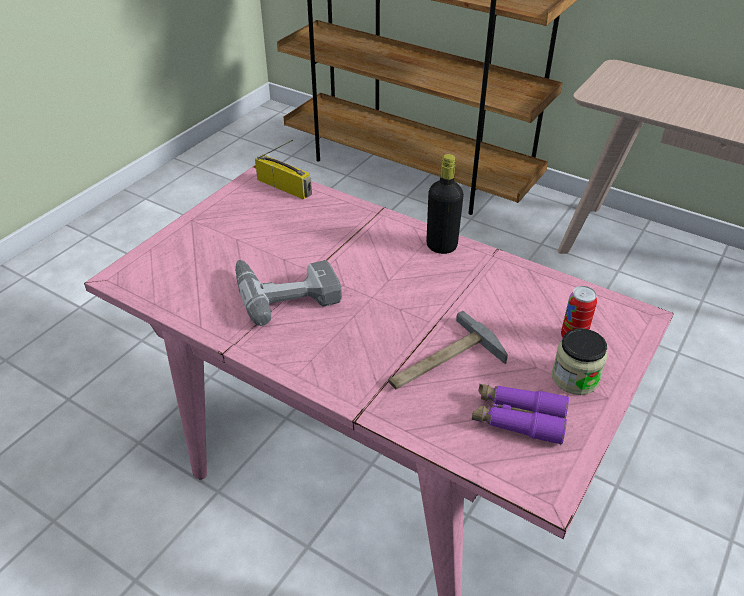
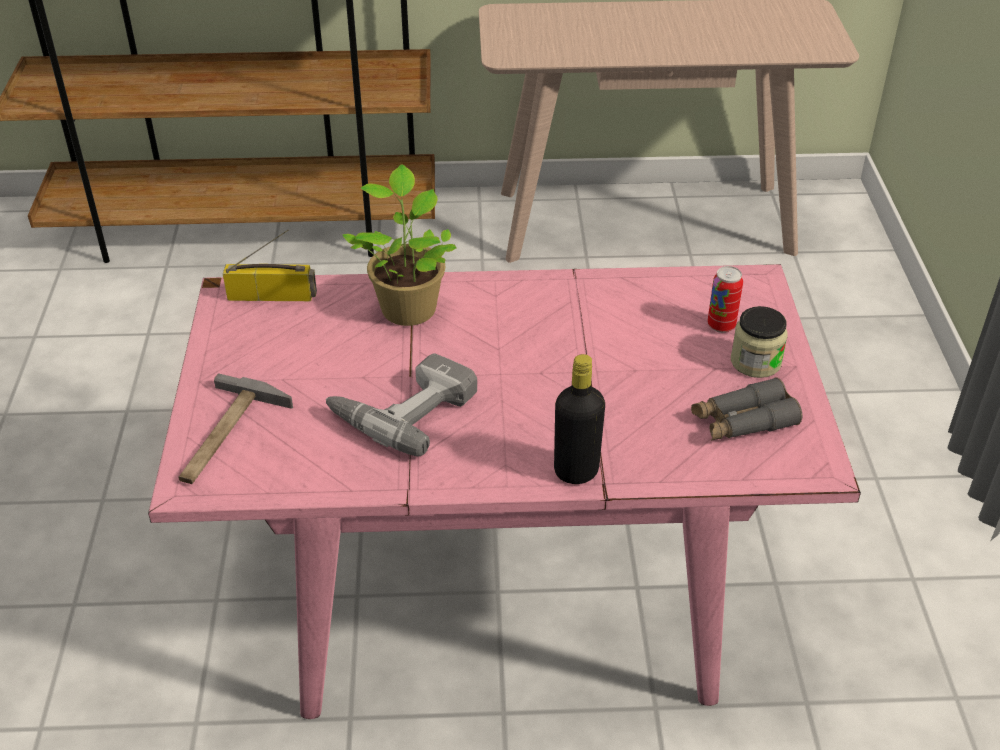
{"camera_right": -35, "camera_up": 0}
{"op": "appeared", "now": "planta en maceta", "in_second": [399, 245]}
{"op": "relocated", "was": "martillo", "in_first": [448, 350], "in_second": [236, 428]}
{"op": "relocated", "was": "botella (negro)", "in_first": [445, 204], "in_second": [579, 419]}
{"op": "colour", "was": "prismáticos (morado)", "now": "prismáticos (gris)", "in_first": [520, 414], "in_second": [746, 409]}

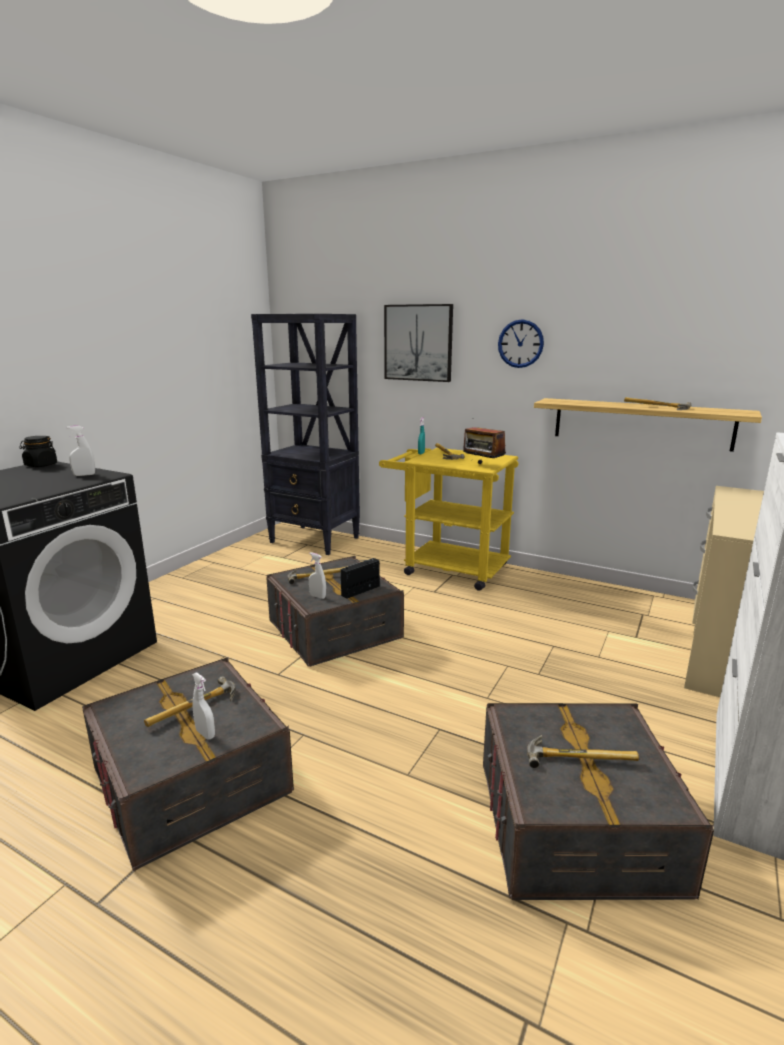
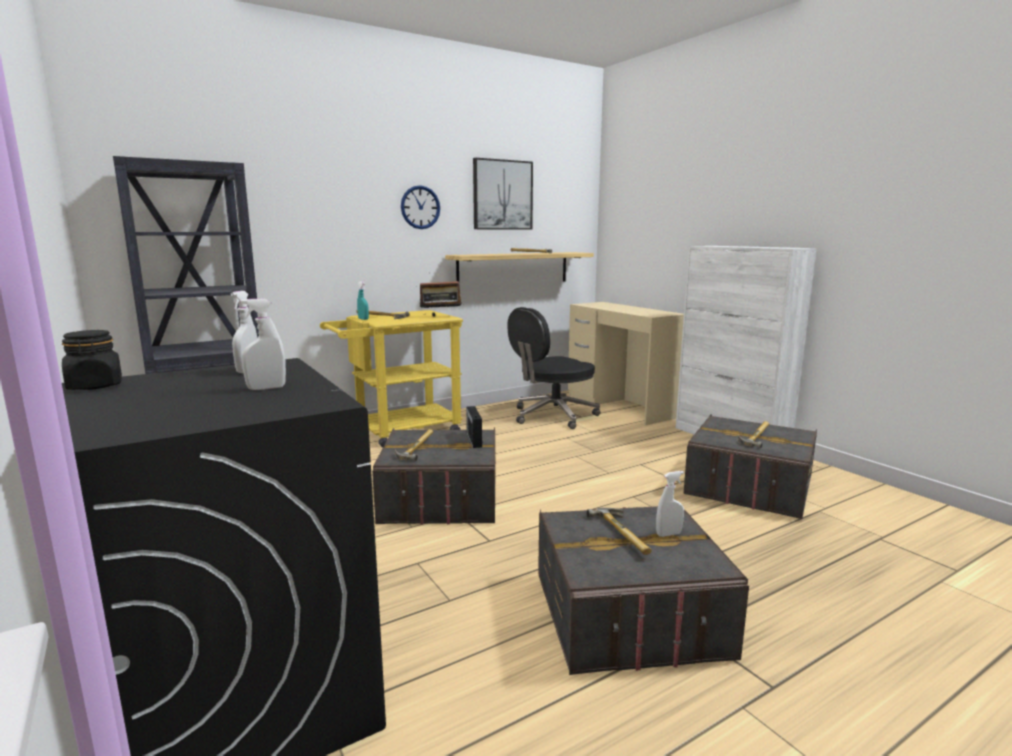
{"camera_right": -60, "camera_up": -5}
{"op": "appeared", "now": "silla de oficina (negro)", "in_second": [553, 368]}
{"op": "relocated", "was": "pulverizador (blanco)", "in_first": [317, 575], "in_second": [263, 344]}
{"op": "relocated", "was": "cuadro", "in_first": [418, 343], "in_second": [503, 193]}

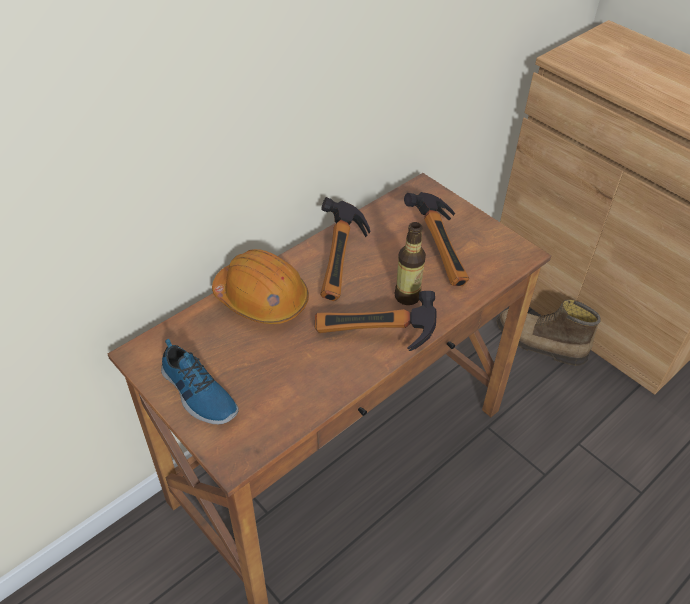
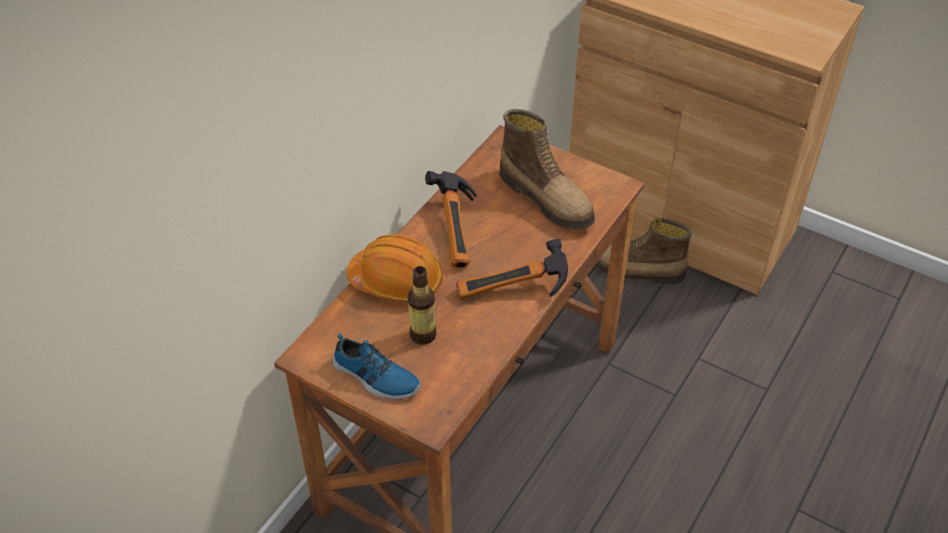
{"camera_right": -15, "camera_up": 0}
{"op": "relocated", "was": "botella", "in_first": [410, 263], "in_second": [422, 305]}
{"op": "exchanged", "was": "martillo", "now": "bota", "in_first": [437, 239], "in_second": [547, 169]}

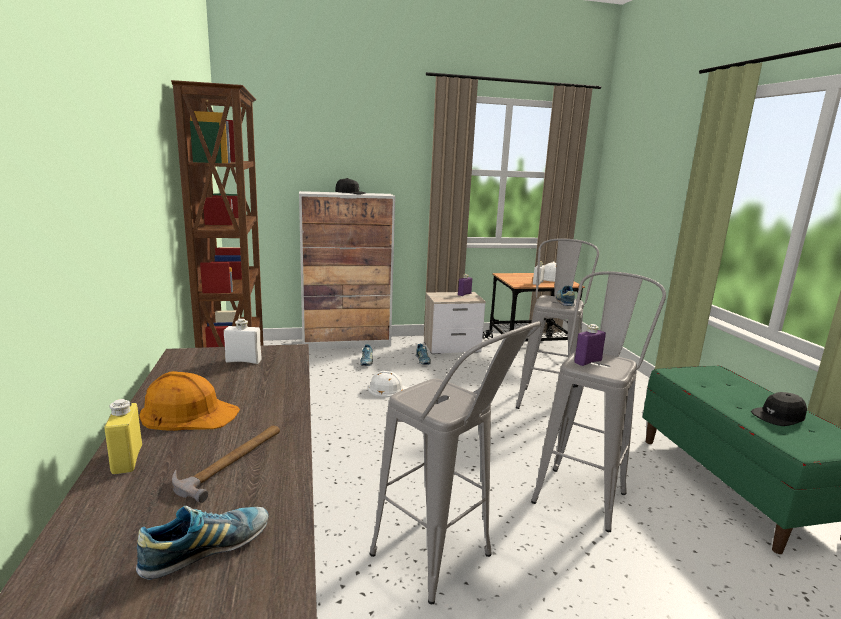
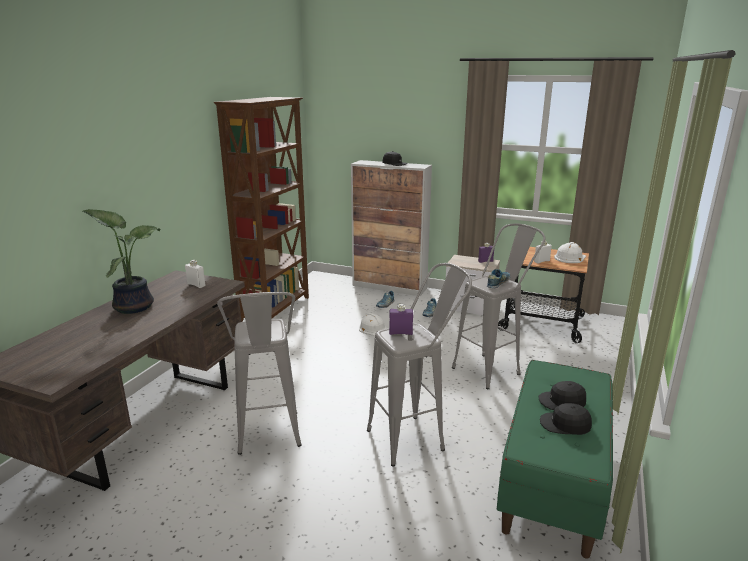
{"camera_right": 35, "camera_up": 5}
{"op": "missing", "was": "botella (amarillo)", "in_first": [123, 436]}
{"op": "missing", "was": "zapato", "in_first": [202, 543]}
{"op": "missing", "was": "martillo", "in_first": [226, 464]}
{"op": "appeared", "now": "gorra (negro)", "in_second": [562, 395]}
{"op": "exchanged", "was": "casco (naranja)", "now": "planta en maceta", "in_first": [189, 401], "in_second": [122, 261]}

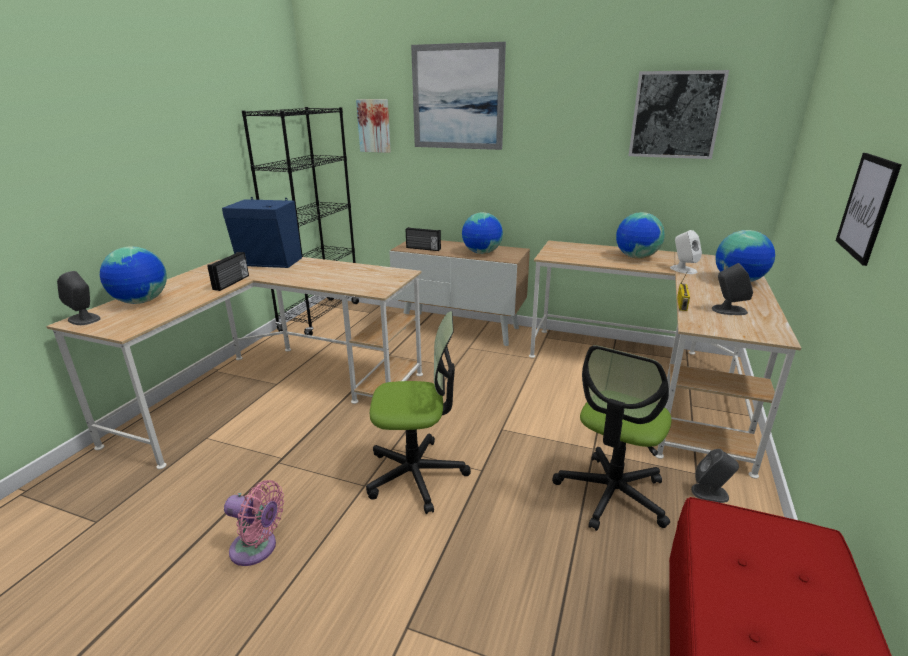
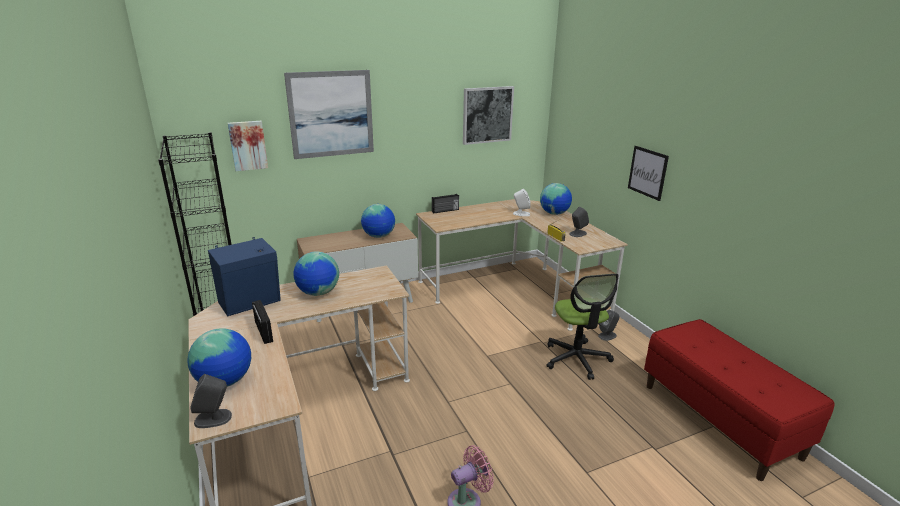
{"camera_right": -45, "camera_up": 0}
{"op": "missing", "was": "silla de oficina", "in_first": [418, 412]}
{"op": "relocated", "was": "radio", "in_first": [423, 239], "in_second": [445, 203]}
{"op": "relocated", "was": "globo terráqueo", "in_first": [640, 235], "in_second": [316, 273]}

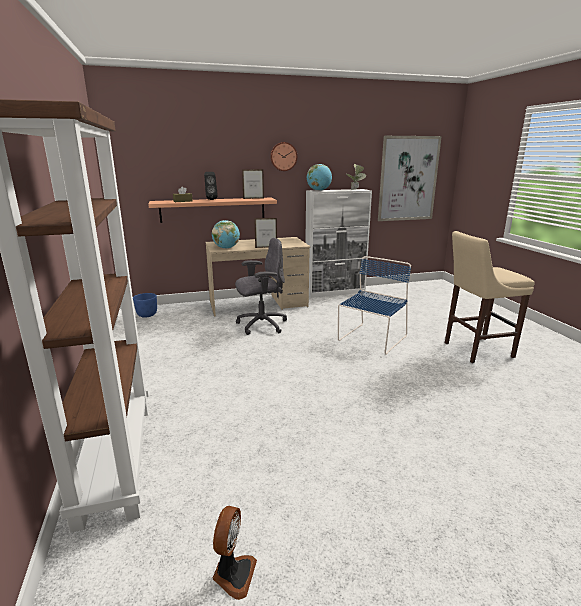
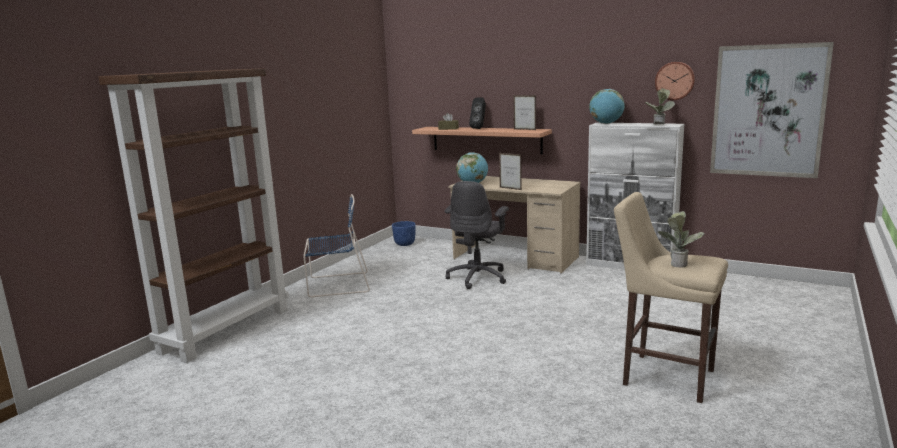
{"camera_right": 45, "camera_up": -5}
{"op": "missing", "was": "ventilador", "in_first": [235, 553]}
{"op": "appeared", "now": "planta en maceta", "in_second": [681, 239]}
{"op": "relocated", "was": "reloj de pared", "in_first": [283, 156], "in_second": [675, 81]}
{"op": "relocated", "was": "silla (azul)", "in_first": [374, 305], "in_second": [336, 246]}
{"op": "spun", "was": "silla de oficina (gris)", "in_first": [261, 286], "in_second": [477, 235], "clockwise": 90}

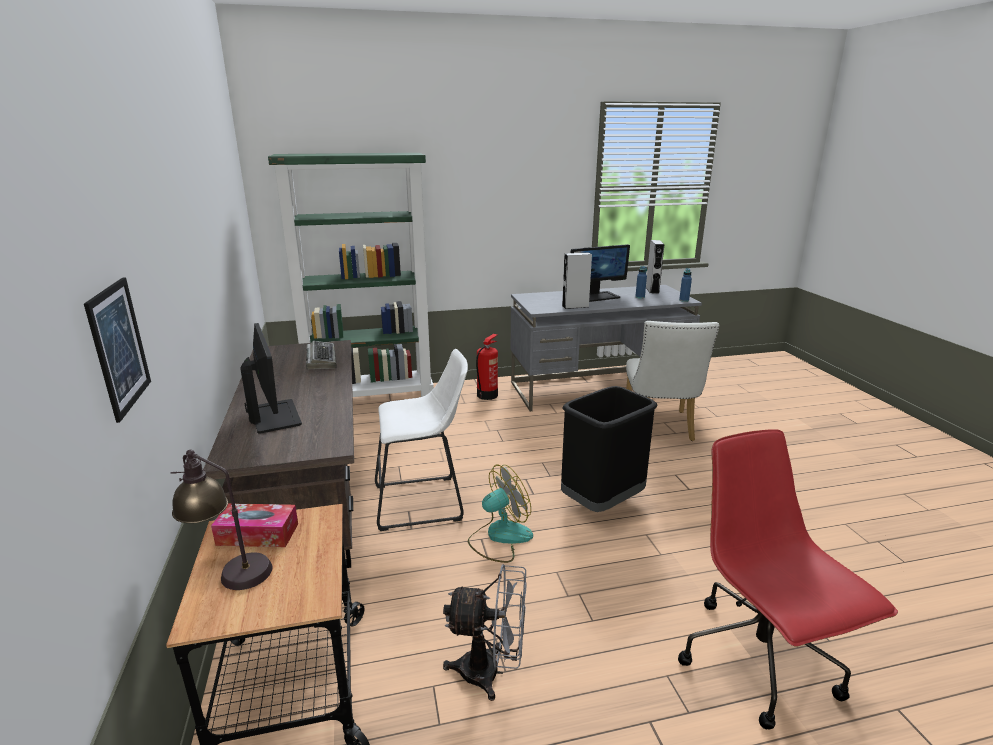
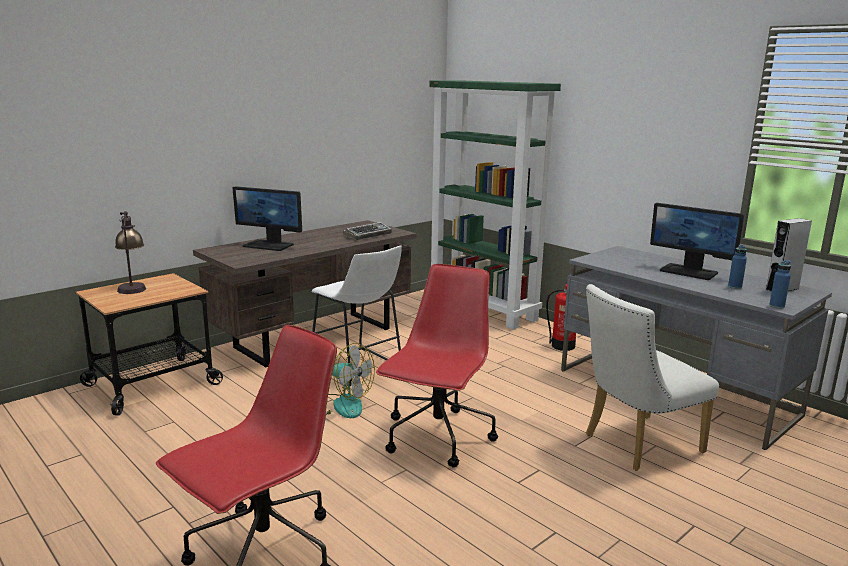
{"camera_right": 60, "camera_up": -5}
{"op": "missing", "was": "cuadro", "in_first": [117, 350]}
{"op": "missing", "was": "caja de pañuelos", "in_first": [254, 525]}
{"op": "missing", "was": "ventilador (gris)", "in_first": [485, 632]}
{"op": "missing", "was": "altavoz (gris)", "in_first": [577, 281]}
{"op": "exchanged", "was": "papelera (negro)", "now": "silla de oficina (rojo)", "in_first": [609, 449], "in_second": [437, 366]}
{"op": "spun", "was": "monitor", "in_first": [271, 378], "in_second": [267, 218], "clockwise": 75}

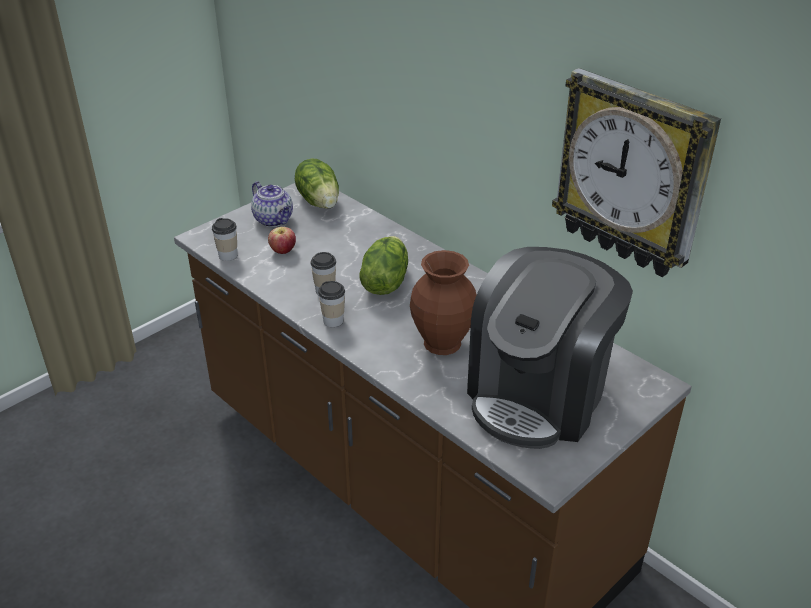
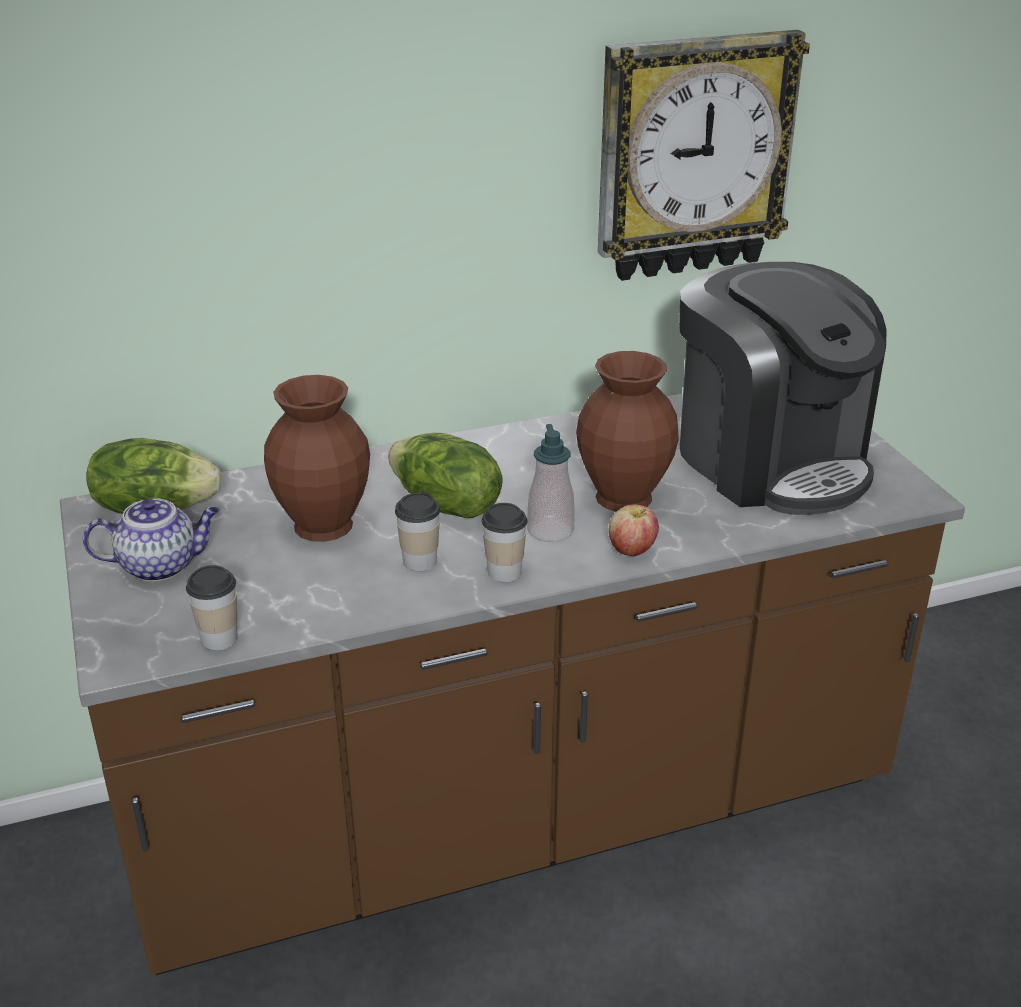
{"camera_right": -65, "camera_up": -5}
{"op": "appeared", "now": "florero (marrón)", "in_second": [317, 458]}
{"op": "appeared", "now": "dispensador de jabón", "in_second": [551, 483]}
{"op": "relocated", "was": "manzana", "in_first": [282, 240], "in_second": [634, 530]}

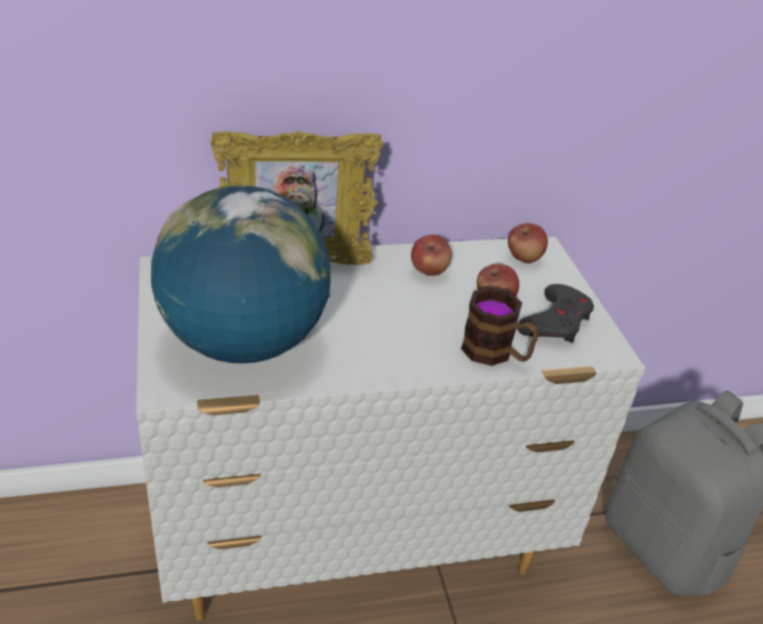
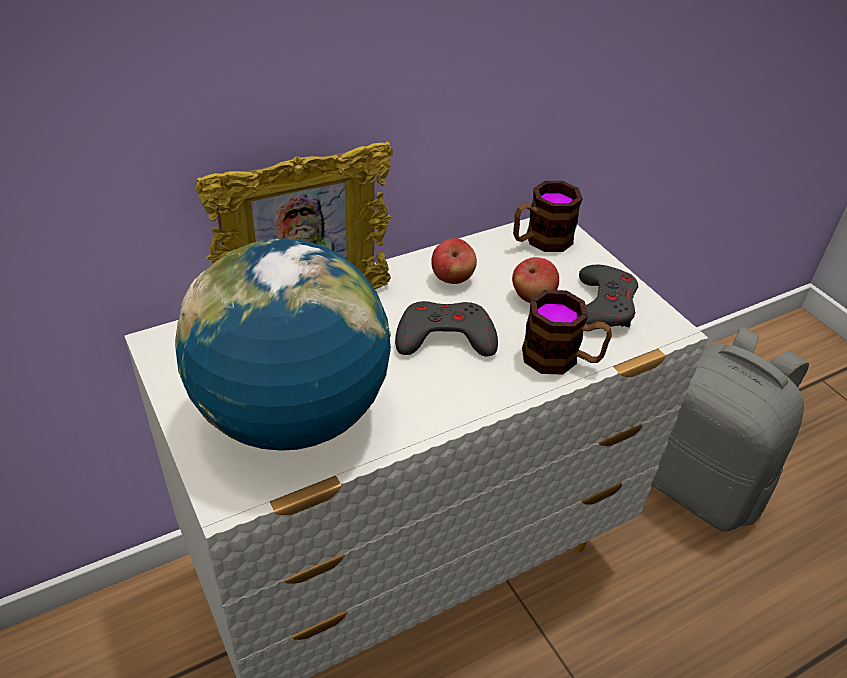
{"camera_right": -15, "camera_up": 5}
{"op": "appeared", "now": "mando de consola (gris)", "in_second": [446, 328]}
{"op": "exchanged", "was": "manzana", "now": "taza grande", "in_first": [528, 243], "in_second": [548, 216]}

